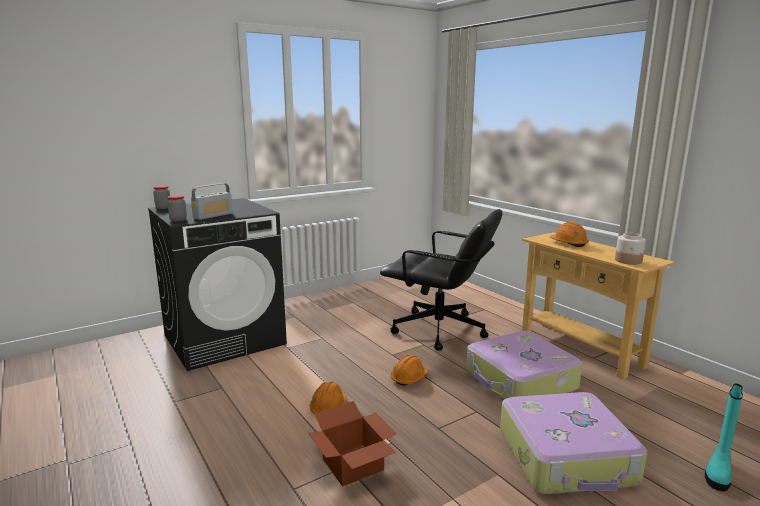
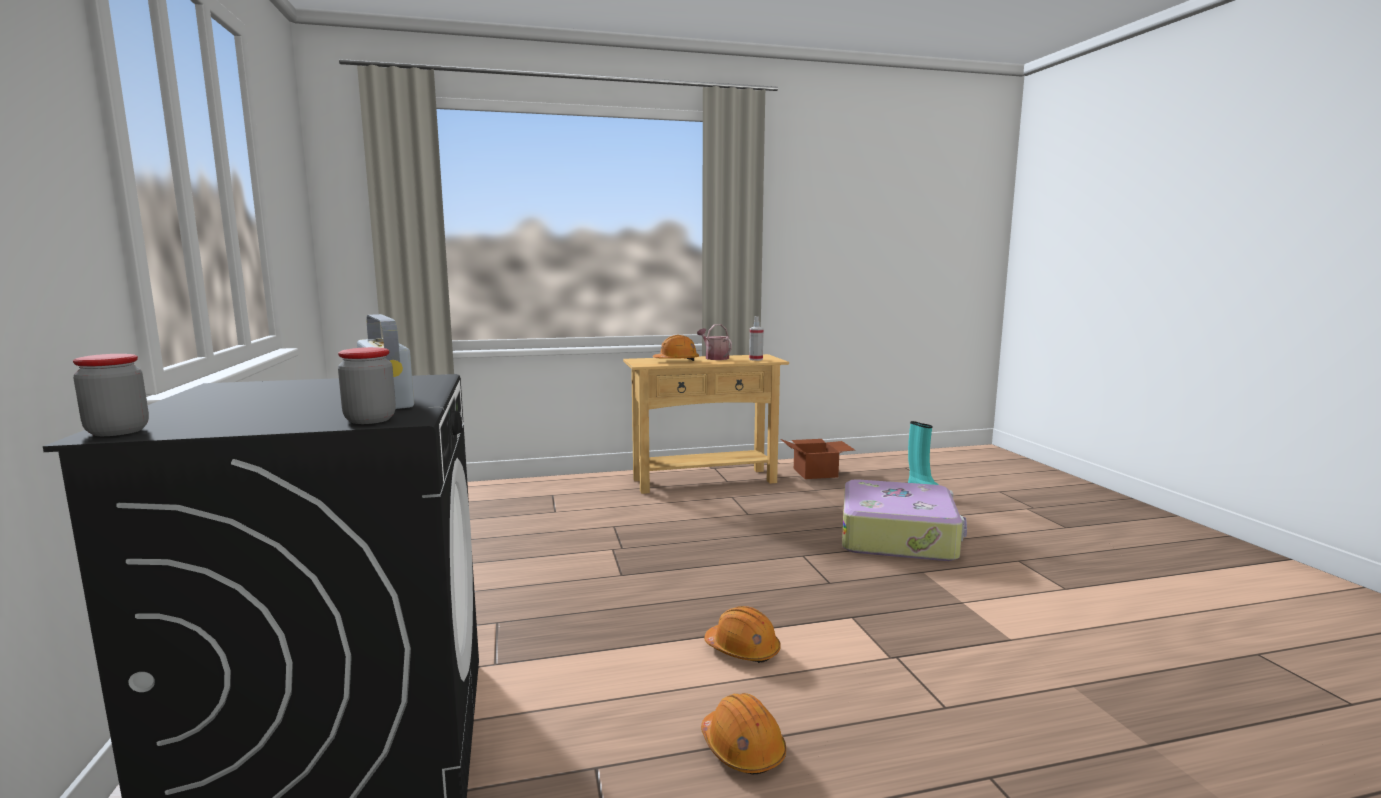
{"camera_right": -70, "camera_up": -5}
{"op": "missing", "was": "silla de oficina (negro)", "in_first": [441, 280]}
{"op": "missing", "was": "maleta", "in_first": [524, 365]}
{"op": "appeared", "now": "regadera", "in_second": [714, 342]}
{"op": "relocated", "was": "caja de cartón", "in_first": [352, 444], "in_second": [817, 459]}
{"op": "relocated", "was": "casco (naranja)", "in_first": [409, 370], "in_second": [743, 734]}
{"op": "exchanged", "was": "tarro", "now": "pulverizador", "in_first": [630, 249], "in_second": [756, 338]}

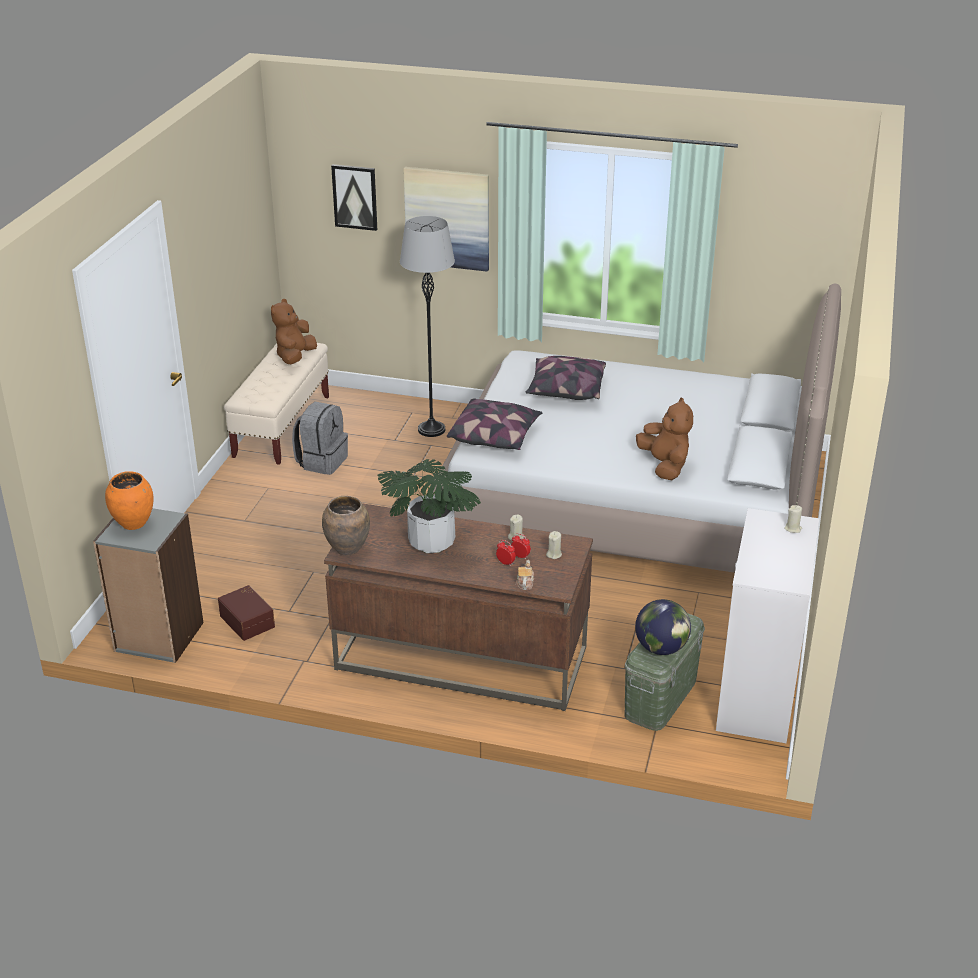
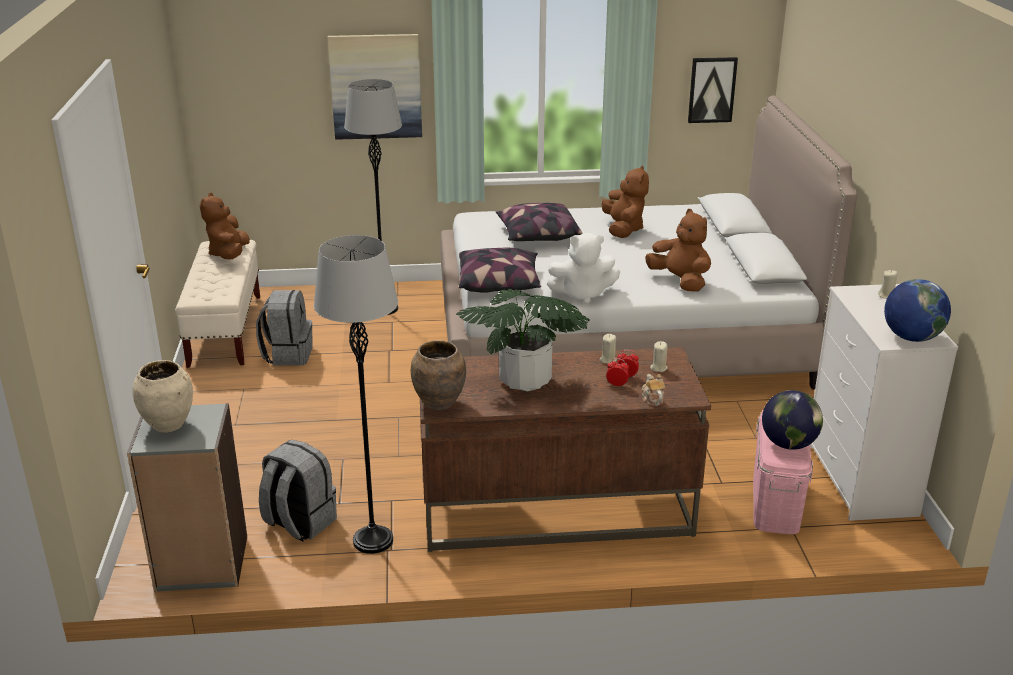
{"camera_right": -20, "camera_up": -5}
{"op": "appeared", "now": "lámpara de pie (gris)", "in_second": [356, 394]}
{"op": "appeared", "now": "peluche (blanco)", "in_second": [583, 268]}
{"op": "appeared", "now": "peluche (marrón)", "in_second": [625, 201]}
{"op": "appeared", "now": "globo terráqueo", "in_second": [917, 310]}
{"op": "relocated", "was": "cuadro", "in_first": [354, 197], "in_second": [713, 90]}
{"op": "exchanged", "was": "caja de almacenaje (marrón)", "now": "mochila (gris)", "in_first": [246, 613], "in_second": [298, 490]}
{"op": "colour", "was": "florero (naranja)", "now": "florero (beis)", "in_first": [129, 500], "in_second": [162, 396]}
{"op": "colour", "was": "caja de almacenaje (verde)", "now": "caja de almacenaje (rosa)", "in_first": [665, 672], "in_second": [783, 471]}

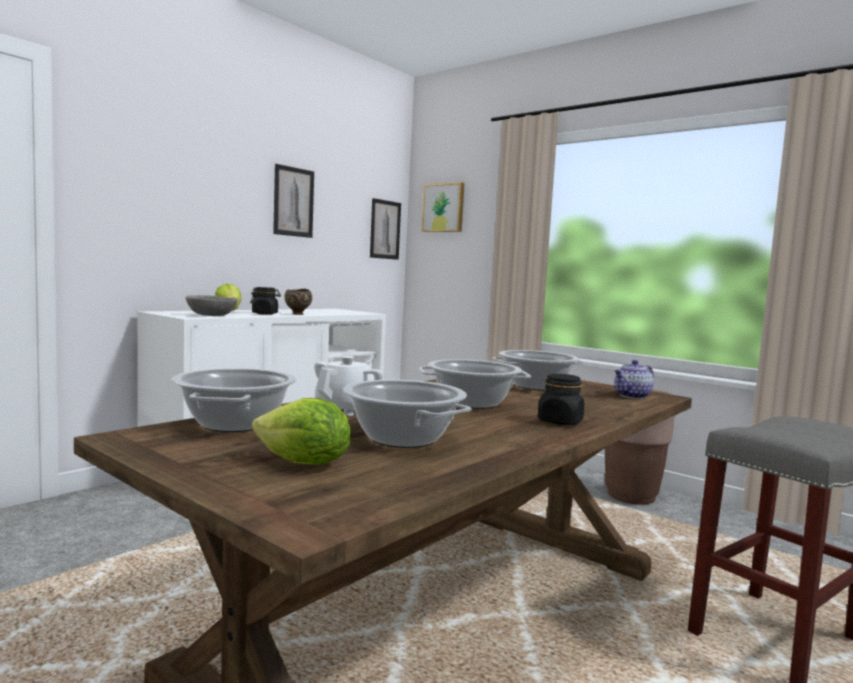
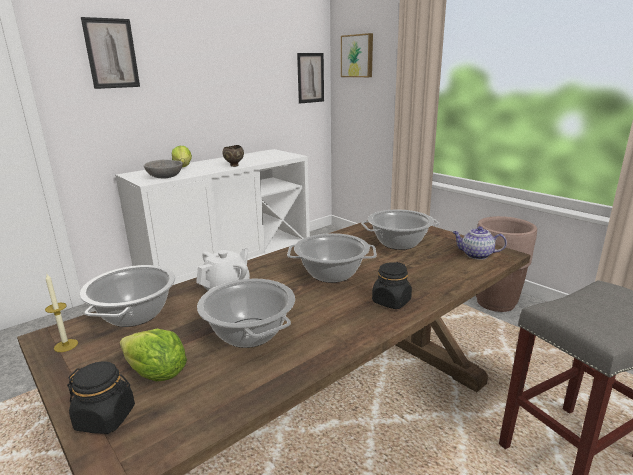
{"camera_right": 10, "camera_up": 15}
{"op": "appeared", "now": "vela", "in_second": [61, 313]}
{"op": "relocated", "was": "tarro (negro)", "in_first": [265, 301], "in_second": [101, 397]}
{"op": "relocated", "was": "cuadro", "in_first": [293, 201], "in_second": [110, 53]}
{"op": "spun", "was": "tetera", "in_first": [634, 379], "in_second": [479, 242], "clockwise": 45}

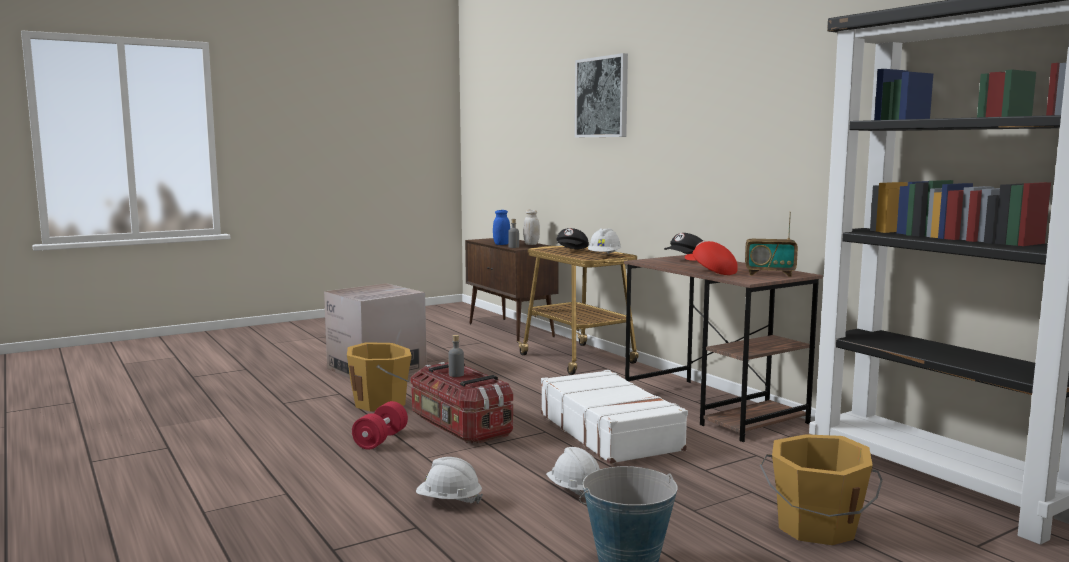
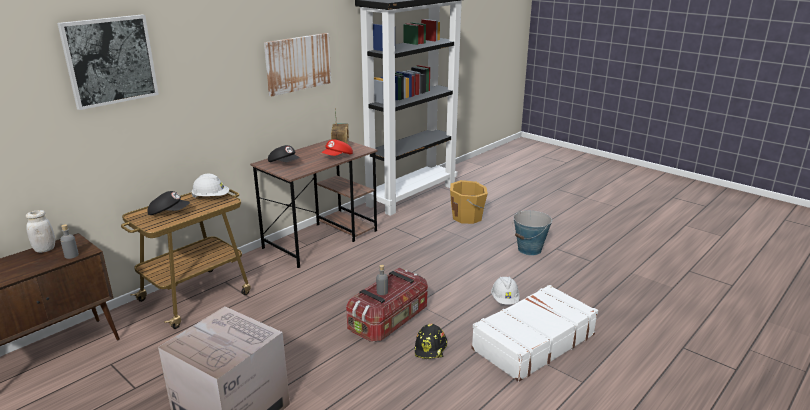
{"camera_right": -105, "camera_up": 15}
{"op": "missing", "was": "cubo (naranja)", "in_first": [379, 377]}
{"op": "missing", "was": "tarro (azul)", "in_first": [501, 227]}
{"op": "missing", "was": "casco (blanco)", "in_first": [573, 472]}
{"op": "appeared", "now": "cuadro", "in_second": [297, 65]}
{"op": "relocated", "was": "maleta (blanco)", "in_first": [614, 417], "in_second": [534, 333]}
{"op": "exchanged", "was": "mancuerna (rojo)", "now": "casco (negro)", "in_first": [380, 425], "in_second": [431, 341]}

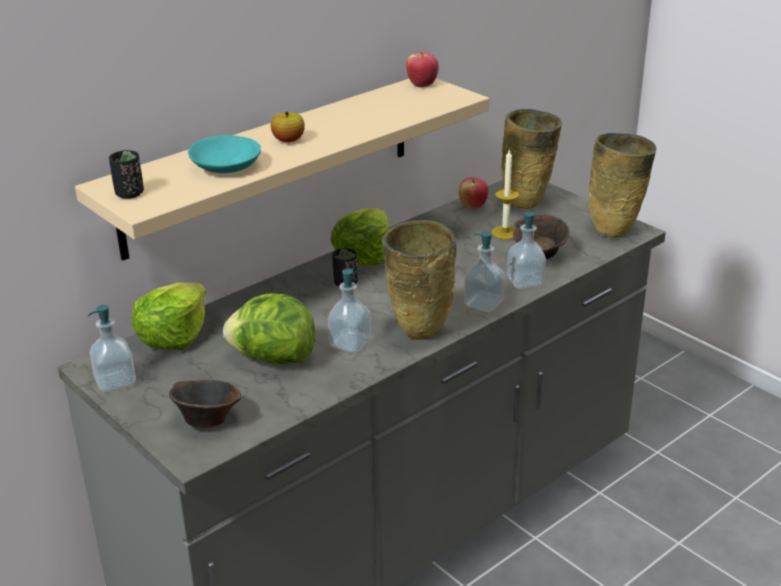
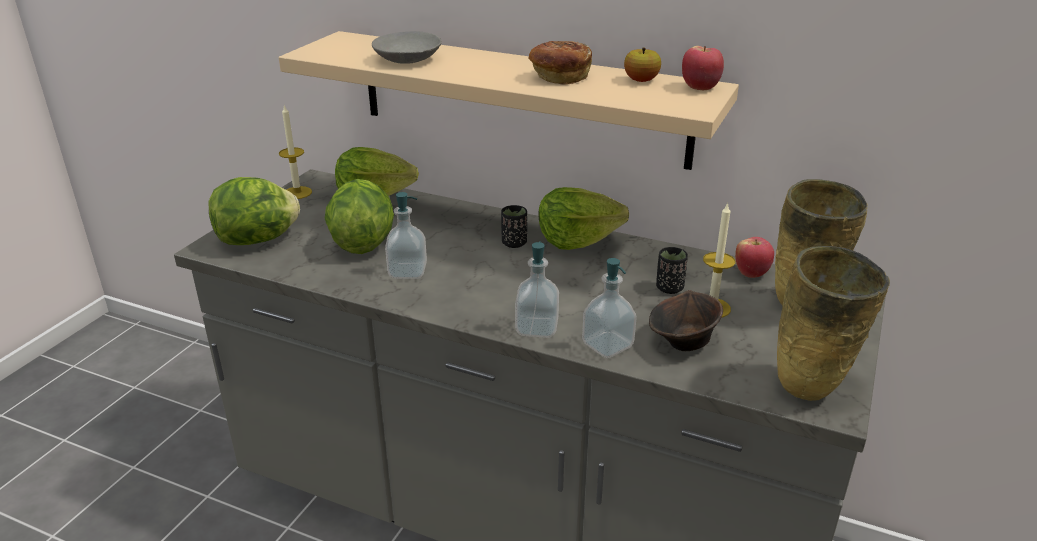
{"camera_right": 65, "camera_up": 0}
{"op": "missing", "was": "florero (beis)", "in_first": [419, 280]}
{"op": "appeared", "now": "pan", "in_second": [560, 63]}
{"op": "relocated", "was": "taza (negro)", "in_first": [126, 174], "in_second": [672, 270]}
{"op": "relocated", "was": "manzana", "in_first": [288, 127], "in_second": [642, 65]}
{"op": "exchanged", "was": "dispensador de jabón", "now": "vela", "in_first": [112, 348], "in_second": [295, 152]}
{"op": "exchanged", "was": "cuenco (marrón)", "now": "lechuga", "in_first": [205, 404], "in_second": [254, 211]}
{"op": "colour", "was": "cuenco (turquesa)", "now": "cuenco (gris)", "in_first": [224, 154], "in_second": [407, 47]}

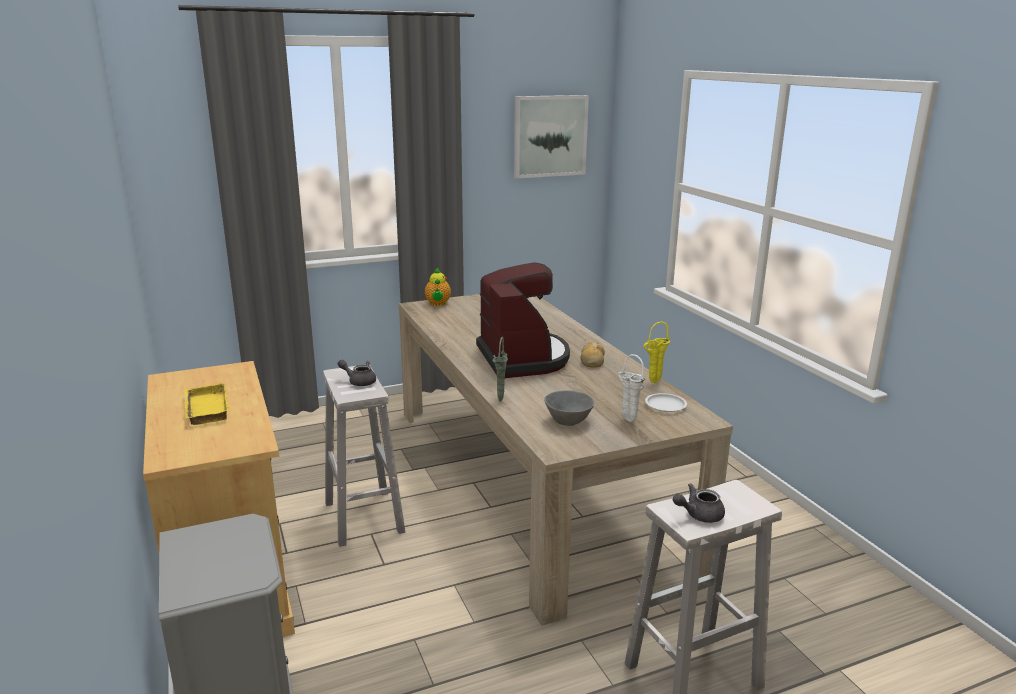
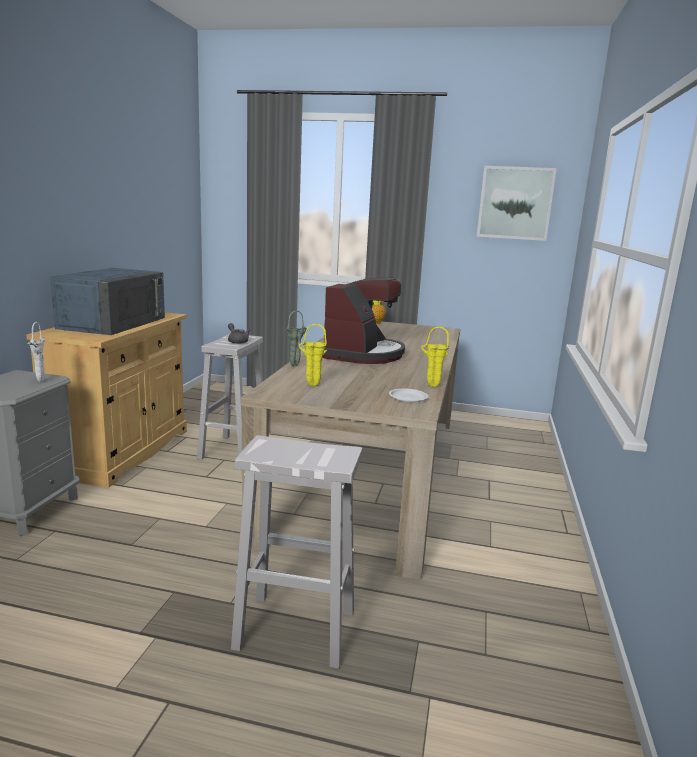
{"camera_right": 35, "camera_up": -5}
{"op": "missing", "was": "pan", "in_first": [593, 355]}
{"op": "missing", "was": "tetera (gris)", "in_first": [699, 503]}
{"op": "relocated", "was": "florero (blanco)", "in_first": [632, 388], "in_second": [36, 352]}
{"op": "exchanged", "was": "bandeja (amarillo)", "now": "microondas (azul)", "in_first": [206, 404], "in_second": [107, 301]}
{"op": "exchanged", "was": "cuenco (gris)", "now": "florero (amarillo)", "in_first": [569, 408], "in_second": [312, 355]}

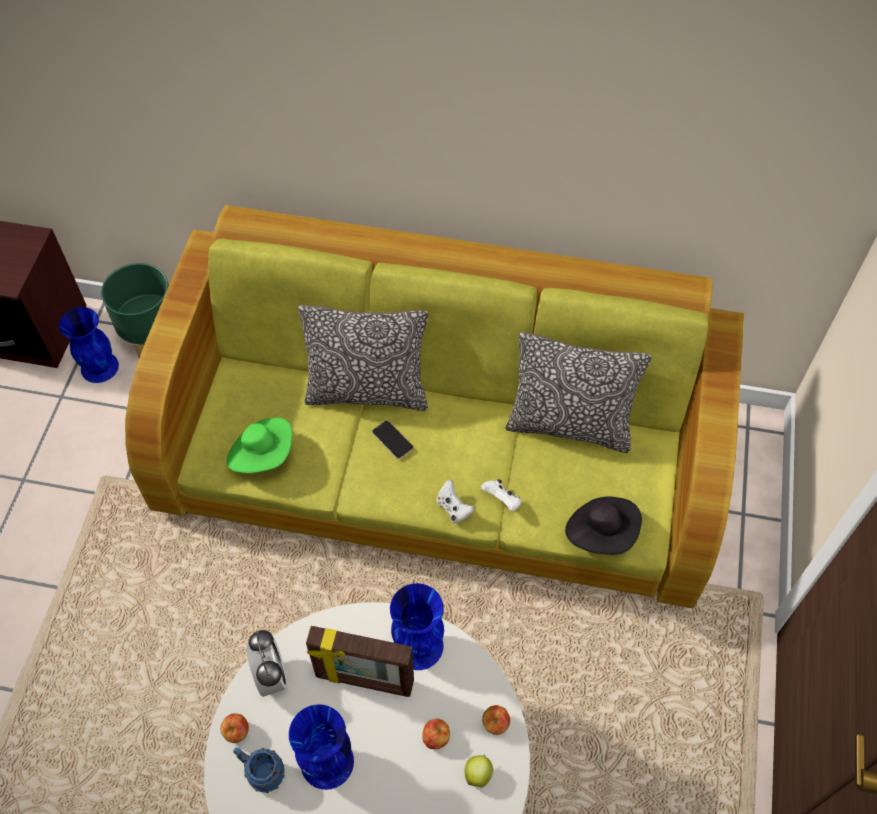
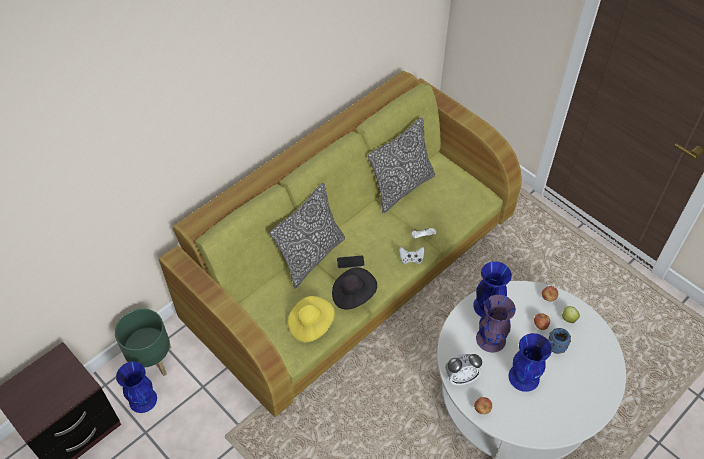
{"camera_right": -55, "camera_up": -5}
{"op": "relocated", "was": "taza grande (azul)", "in_first": [259, 770], "in_second": [559, 341]}
{"op": "relocated", "was": "sombrero (negro)", "in_first": [603, 525], "in_second": [354, 288]}
{"op": "exchanged", "was": "portarretratos", "now": "florero (morado)", "in_first": [360, 661], "in_second": [496, 324]}
{"op": "colour", "was": "sombrero (verde)", "now": "sombrero (amarillo)", "in_first": [259, 445], "in_second": [311, 319]}
{"op": "spun", "was": "despertador", "in_first": [267, 663], "in_second": [463, 369], "clockwise": 150}

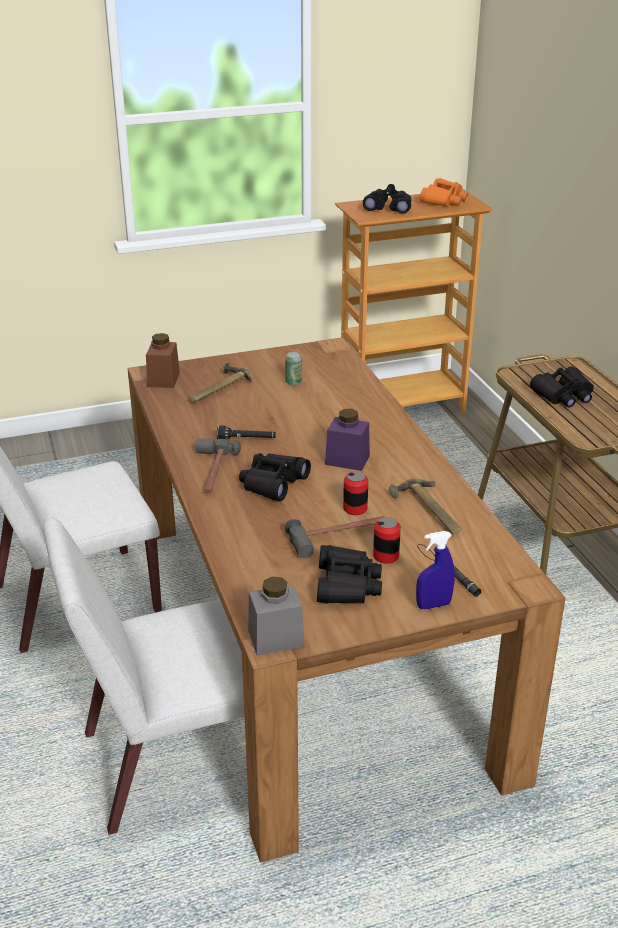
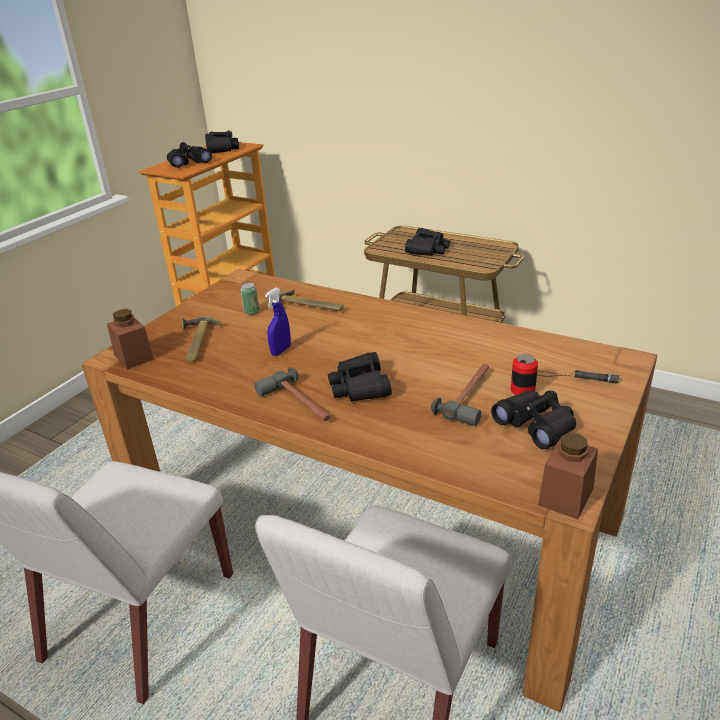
{"camera_right": -40, "camera_up": 0}
{"op": "missing", "was": "linterna (negro)", "in_first": [246, 432]}
{"op": "missing", "was": "tarro (morado)", "in_first": [347, 440]}
{"op": "missing", "was": "lata", "in_first": [355, 493]}
{"op": "relocated", "was": "martillo", "in_first": [425, 506], "in_second": [306, 300]}
{"op": "relocated", "was": "pulverizador (azul)", "in_first": [435, 570], "in_second": [278, 321]}
{"op": "colour", "was": "tarro (gris)", "now": "tarro (marrón)", "in_first": [276, 616], "in_second": [568, 476]}
{"op": "colour", "was": "prismáticos (naranja)", "now": "prismáticos (negro)", "in_first": [444, 192], "in_second": [222, 142]}

